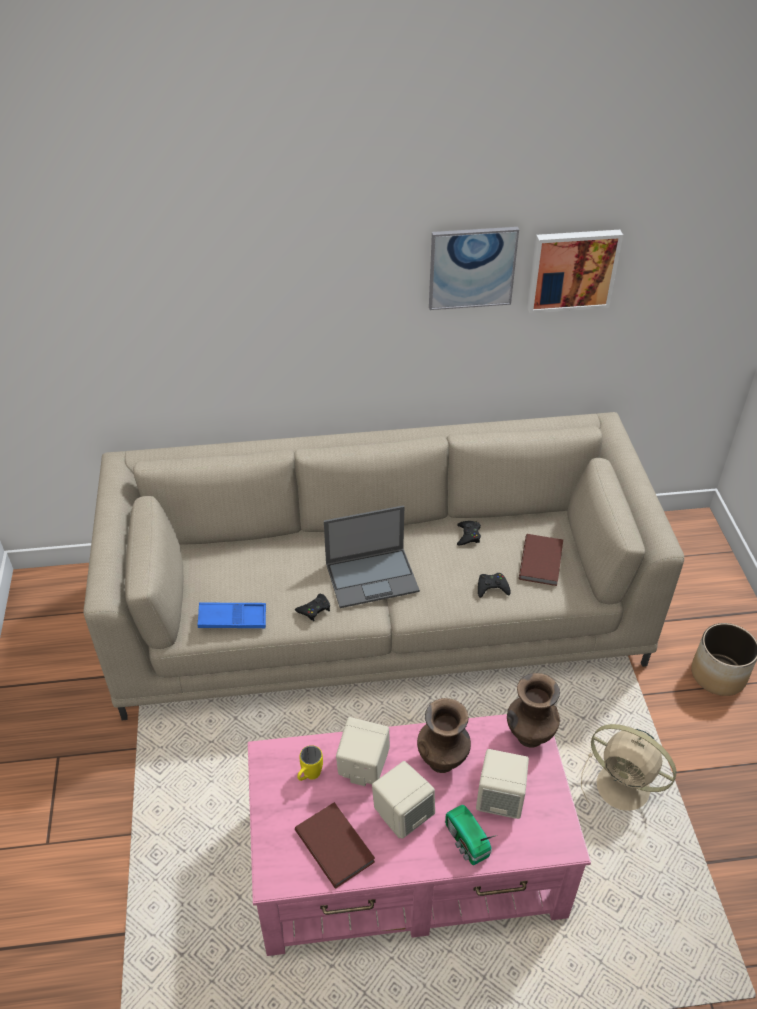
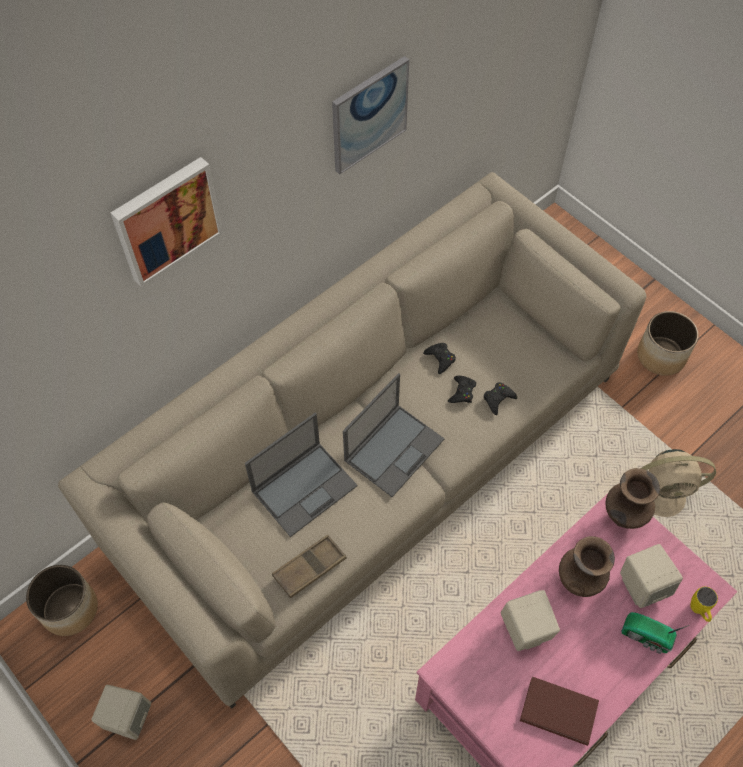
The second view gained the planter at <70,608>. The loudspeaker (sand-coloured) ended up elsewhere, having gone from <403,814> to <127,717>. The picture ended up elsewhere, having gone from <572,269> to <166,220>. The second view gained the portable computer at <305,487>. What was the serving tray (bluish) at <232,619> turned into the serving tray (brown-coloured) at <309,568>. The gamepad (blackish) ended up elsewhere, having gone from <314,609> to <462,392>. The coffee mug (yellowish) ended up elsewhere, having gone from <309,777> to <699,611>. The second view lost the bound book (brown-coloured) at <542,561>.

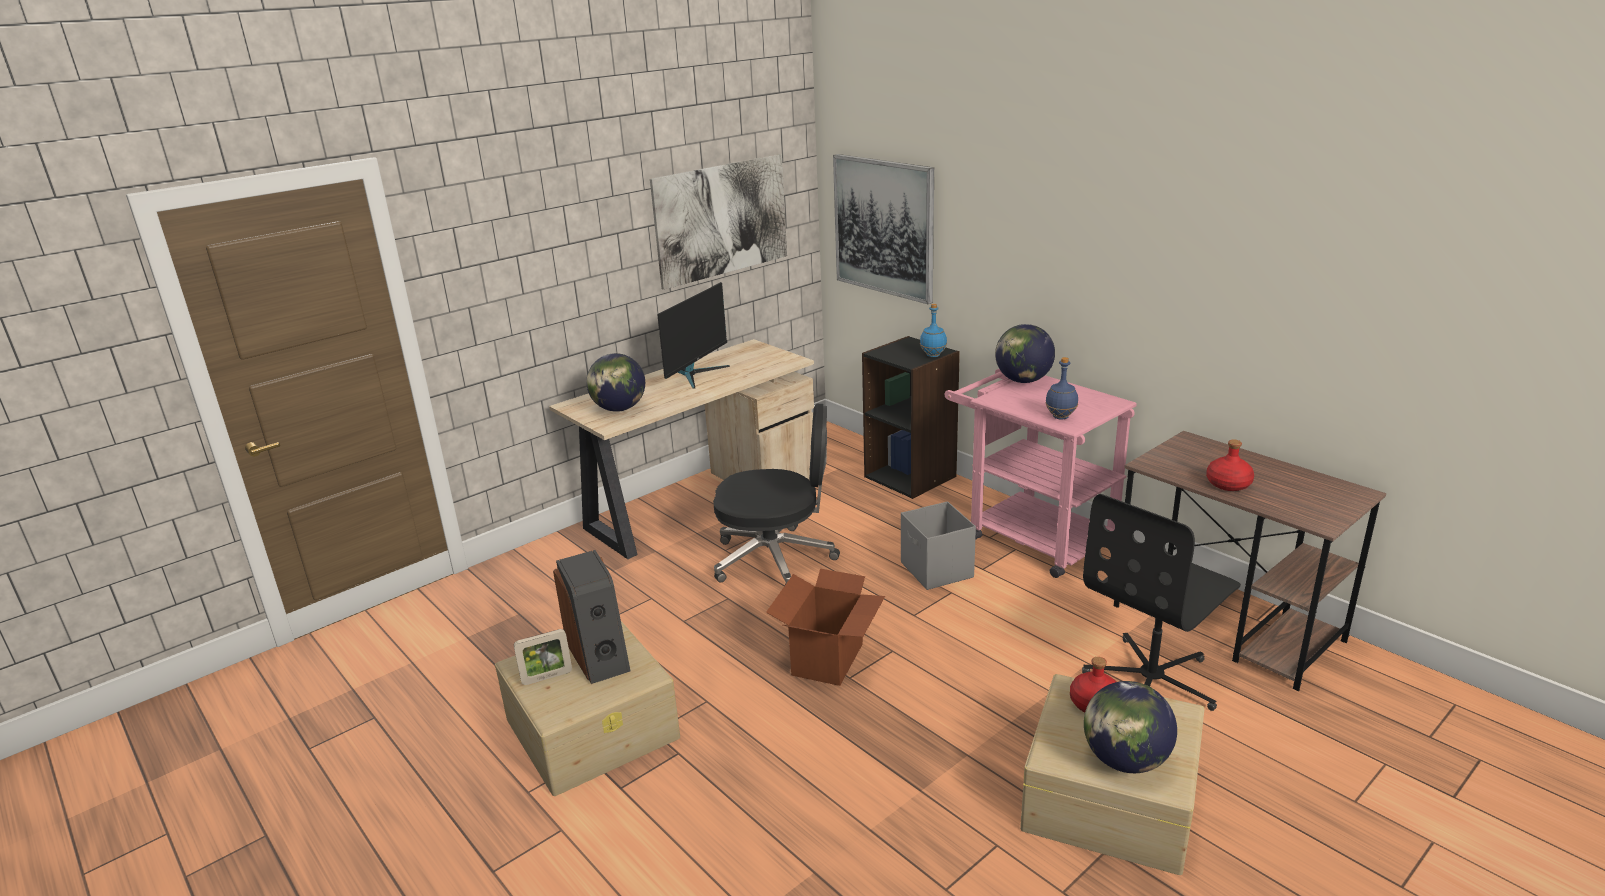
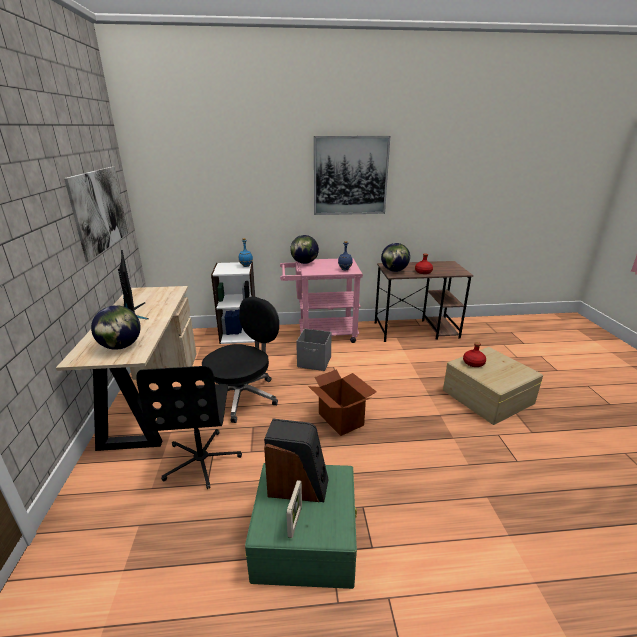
The office chair (blackish) ended up elsewhere, having gone from <1152,680> to <202,459>. What was the bookcase (blackish) at <911,476> turned into the bookcase (whitish) at <239,334>. What was the storage container (sand-coloured) at <593,728> turned into the storage container (green-coloured) at <305,536>. The picture ended up elsewhere, having gone from <884,227> to <350,176>. The world globe ended up elsewhere, having gone from <1125,760> to <394,271>.

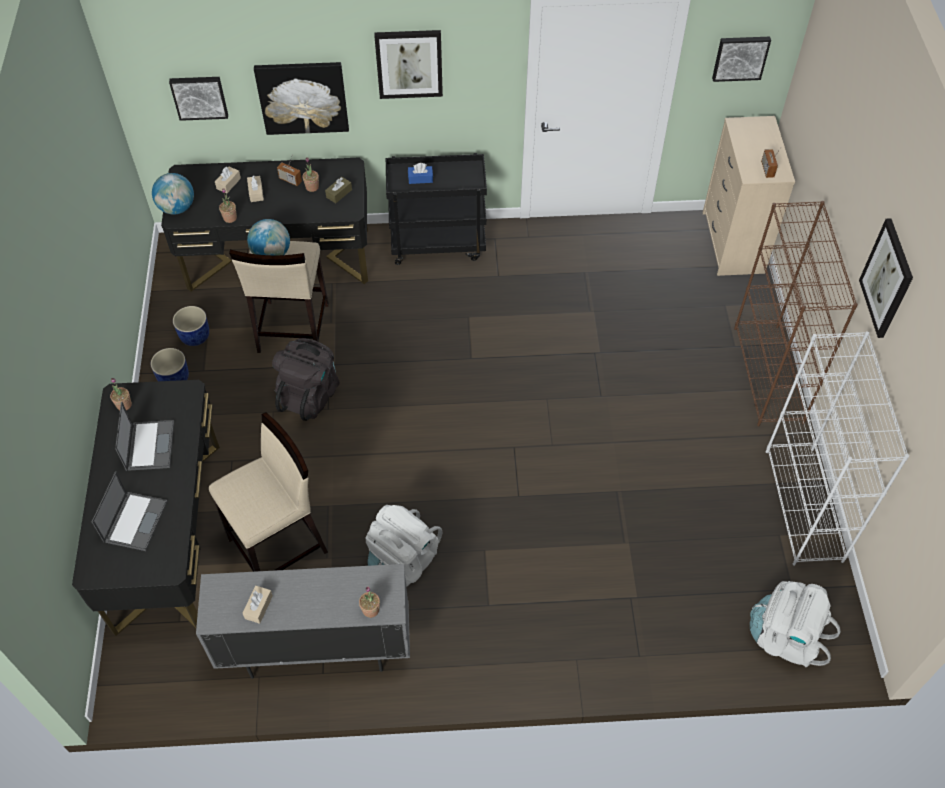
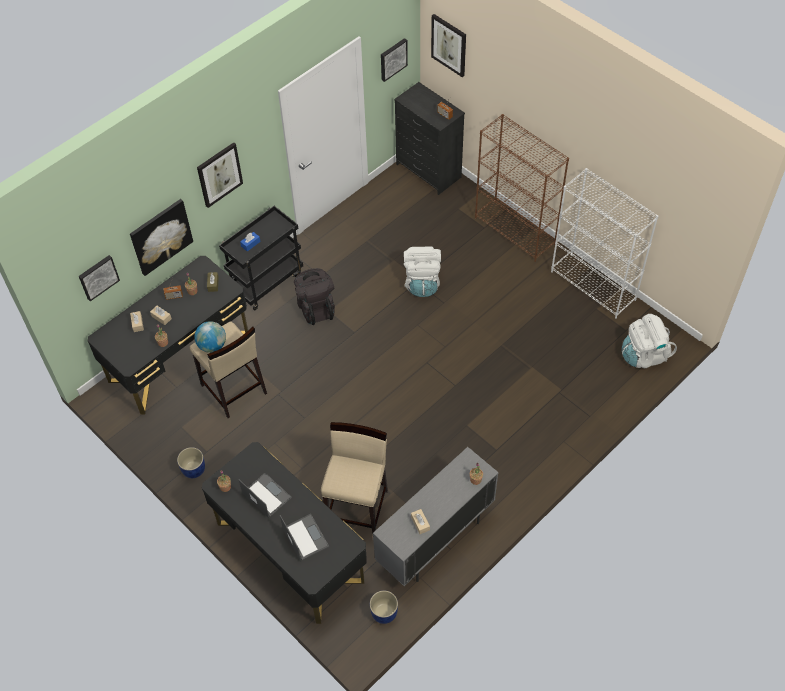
The rucksack (blackish) ended up elsewhere, having gone from <310,394> to <316,307>. The planter (bluish) ended up elsewhere, having gone from <195,336> to <384,613>. What was the dresser (sand-coloured) at <732,242> turned into the dresser (blackish) at <428,171>. The rucksack (whitish) ended up elsewhere, having gone from <403,561> to <422,282>. The picture ended up elsewhere, having gone from <887,278> to <449,45>. The second view lost the world globe at <177,208>.

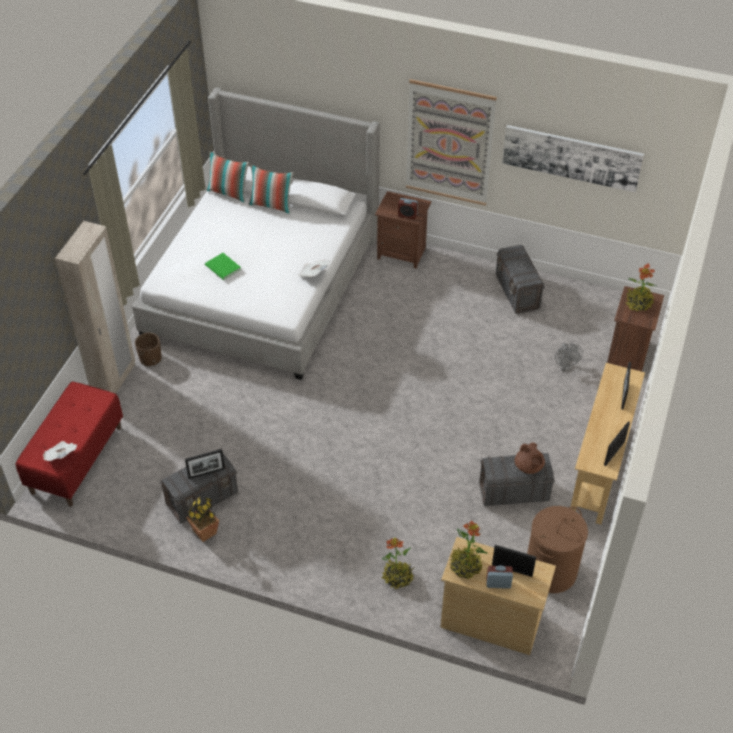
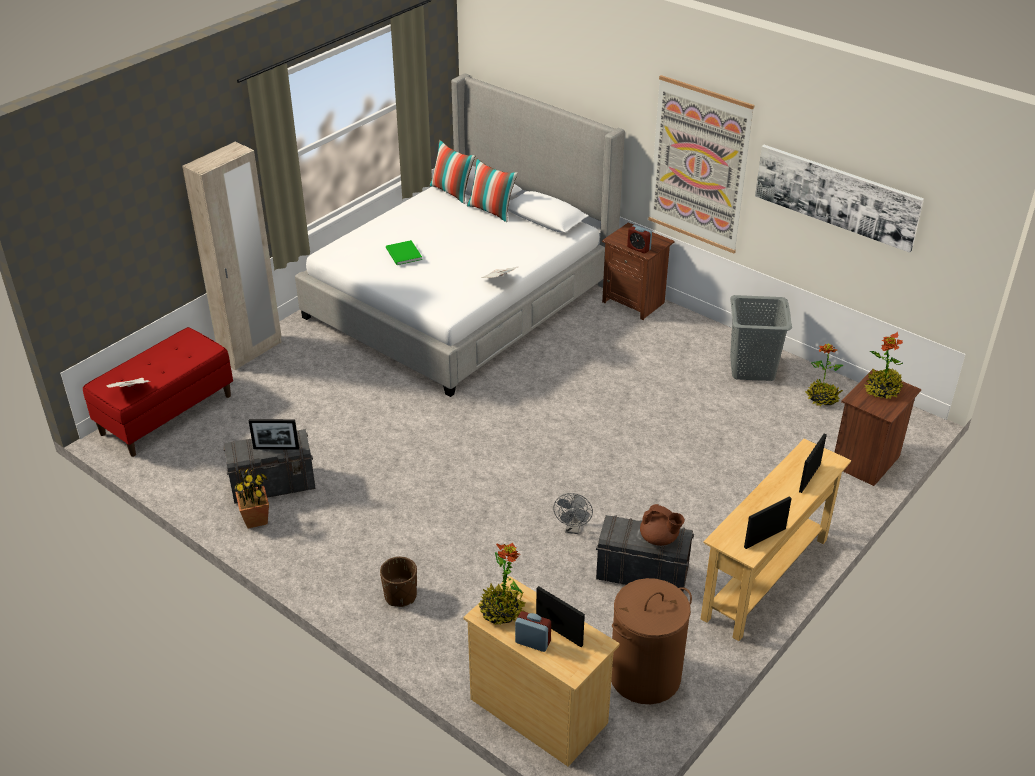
The planter (brown-coloured) ended up elsewhere, having gone from <150,358> to <400,596>. The fan (grey) ended up elsewhere, having gone from <565,367> to <573,528>. The teapot (brown-coloured) at <529,467> ended up facing another way, 60 degrees counterclockwise from before. Where the storage container (grey) stood at <517,292>, the laundry basket (grey) came to stand at <752,368>. The houseplant ended up elsewhere, having gone from <397,577> to <822,398>.

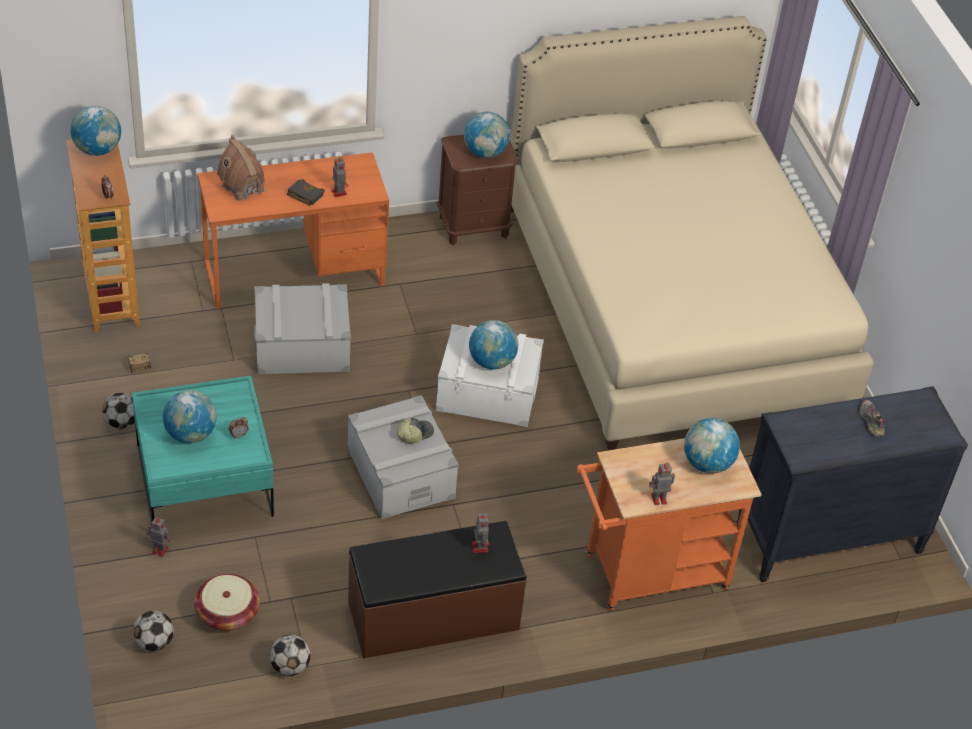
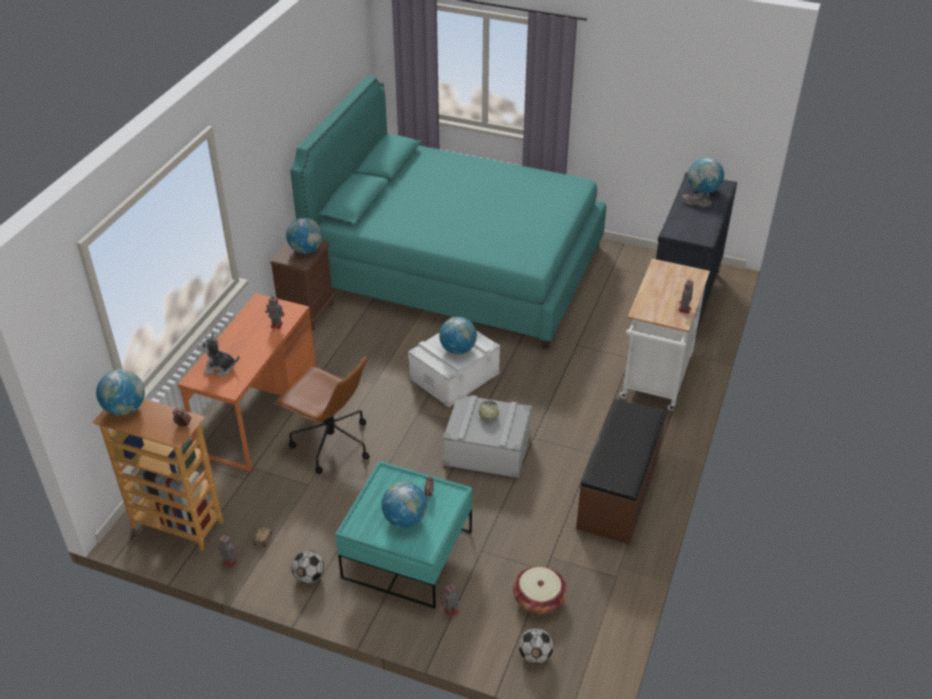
Where the toy house stood at <243,188>, the cuddly toy came to stand at <220,368>. The toy robot ended up elsewhere, having gone from <479,546> to <229,562>. Where the storage container (grey) stood at <302,346>, the office chair (brown-coloured) came to stand at <330,443>. What was the sleeping bed (sand-coloured) at <672,304> turned into the sleeping bed (blue-green) at <457,267>. What was the cart (orange) at <647,574> turned into the cart (whitish) at <655,381>. The world globe ended up elsewhere, having gone from <707,463> to <703,190>. The second view lost the ball for football at <290,666>. The second view lost the bound book (blackish) at <304,195>.

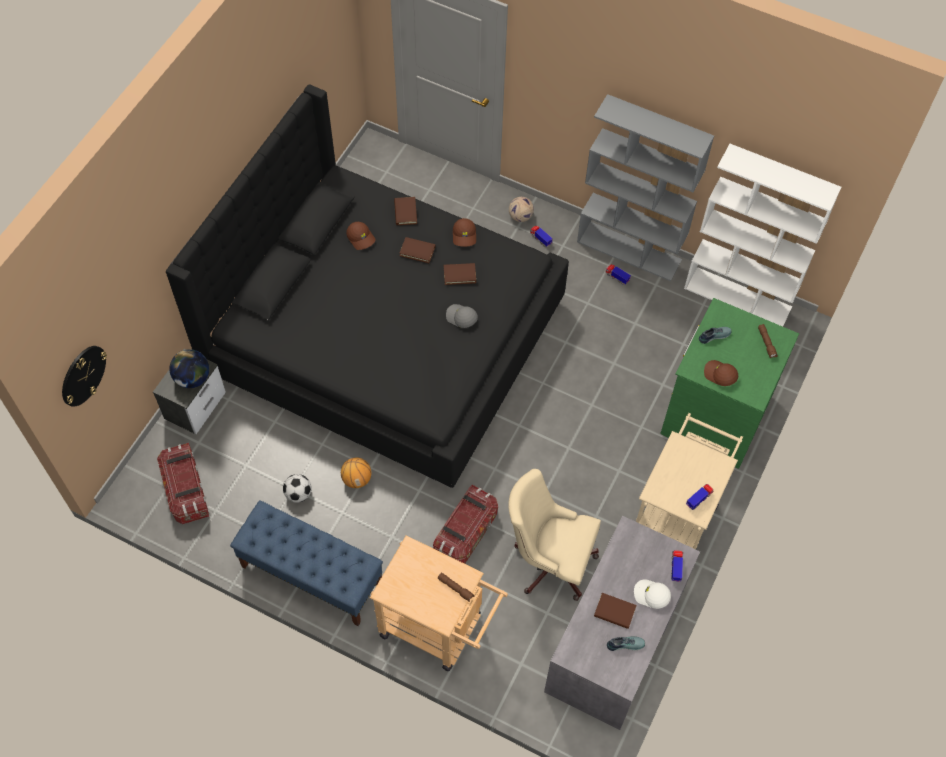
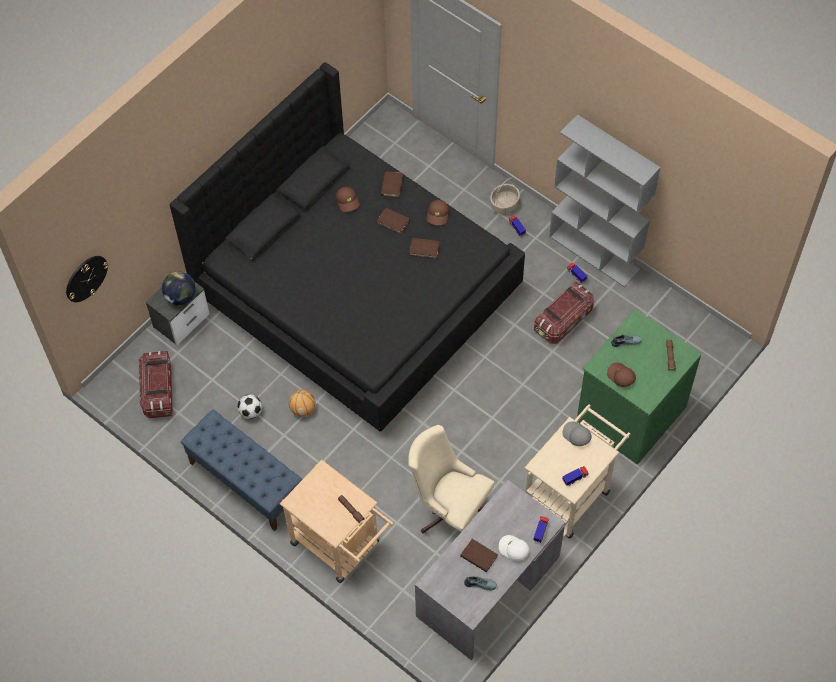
Where the ball for football stood at <520,217>, the storage basket came to stand at <504,205>. The storage container ended up elsewhere, having gone from <466,533> to <564,320>. The cap (grey) ended up elsewhere, having gone from <461,318> to <576,435>. The second view lost the bookcase (whitish) at <738,297>.

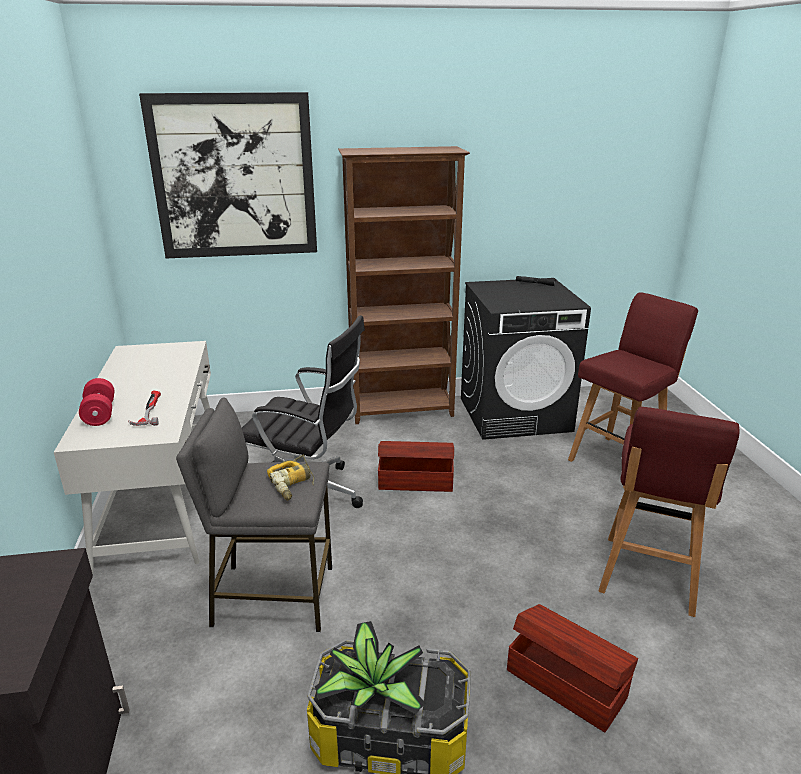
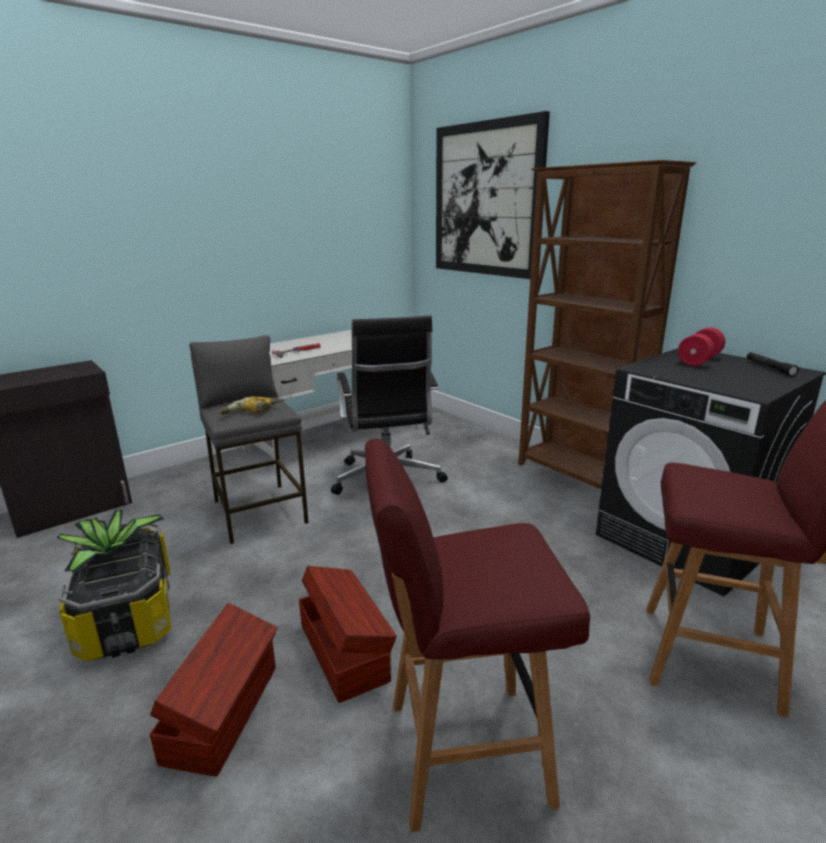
The storage container (brown-coloured) ended up elsewhere, having gone from <415,480> to <345,650>. The dumbbell (reddish) ended up elsewhere, having gone from <100,414> to <699,360>.

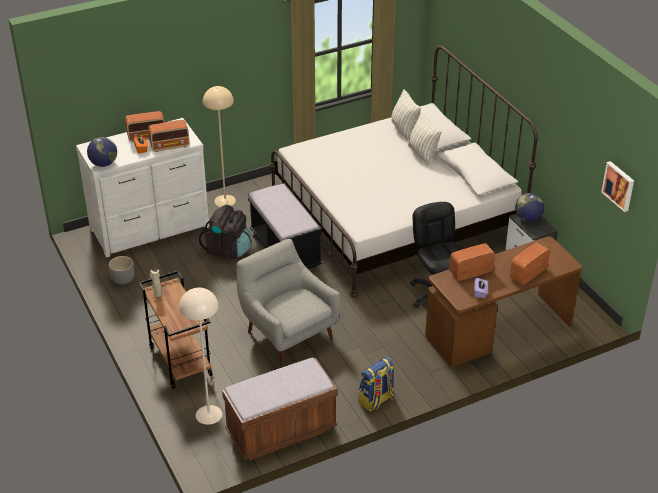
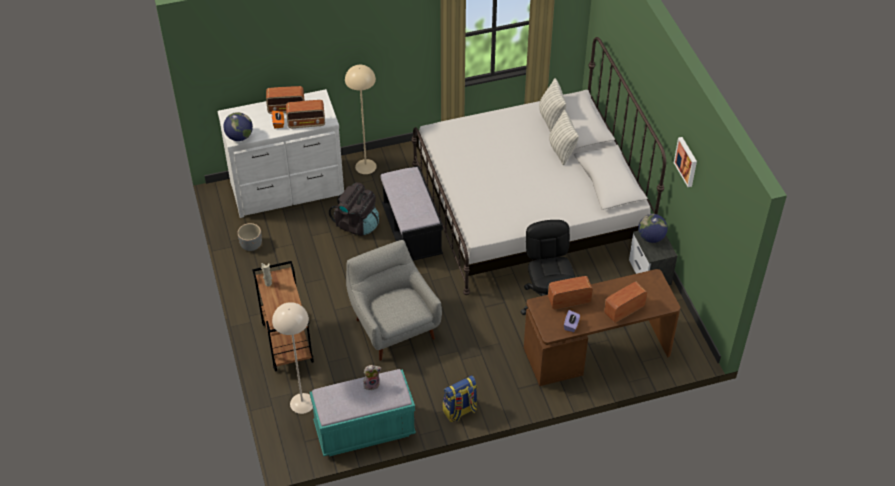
What was the indoor bench (brown-coloured) at <281,431> turned into the indoor bench (blue-green) at <364,430>. The second view gained the cuddly toy at <372,384>. The picture ended up elsewhere, having gone from <619,186> to <687,161>.

